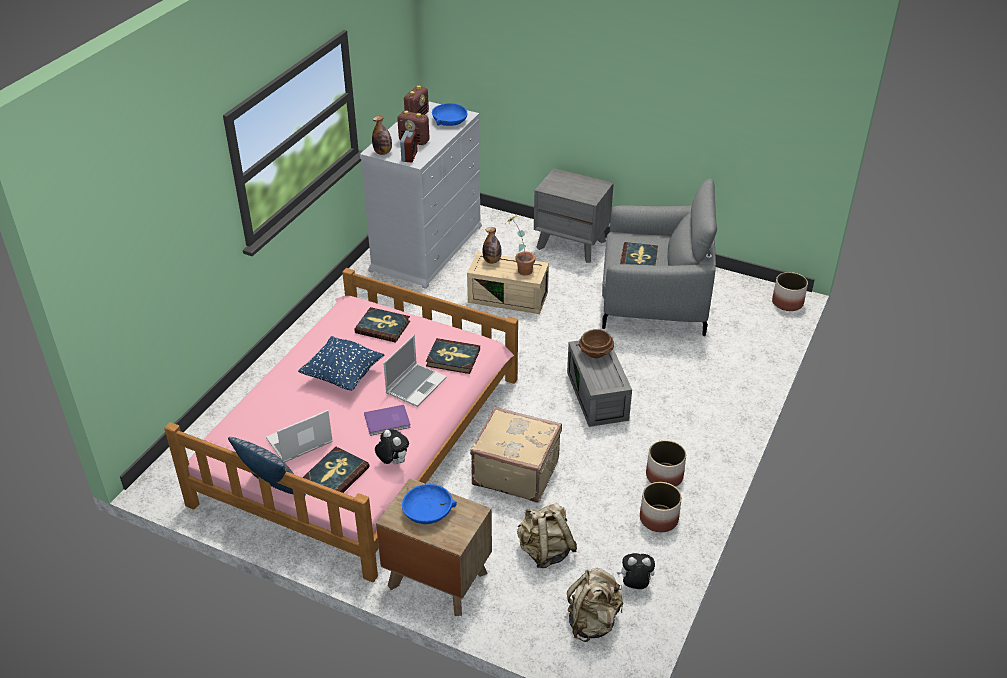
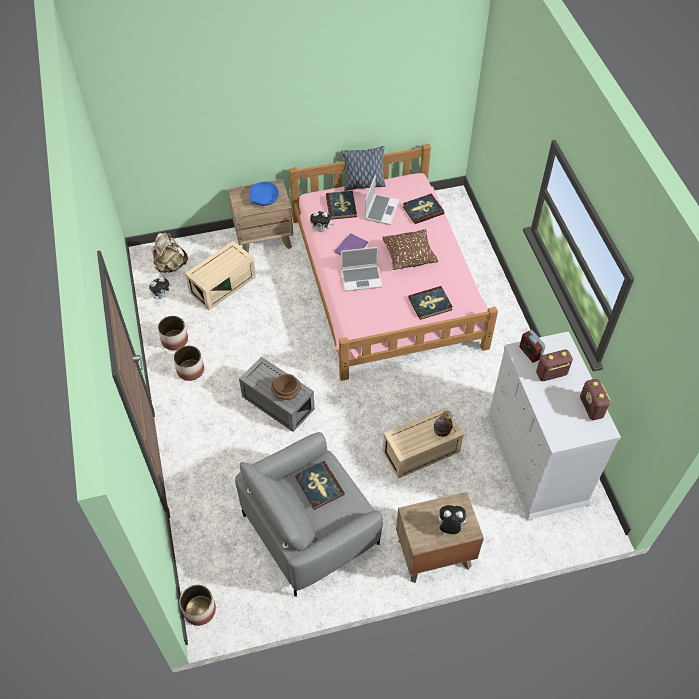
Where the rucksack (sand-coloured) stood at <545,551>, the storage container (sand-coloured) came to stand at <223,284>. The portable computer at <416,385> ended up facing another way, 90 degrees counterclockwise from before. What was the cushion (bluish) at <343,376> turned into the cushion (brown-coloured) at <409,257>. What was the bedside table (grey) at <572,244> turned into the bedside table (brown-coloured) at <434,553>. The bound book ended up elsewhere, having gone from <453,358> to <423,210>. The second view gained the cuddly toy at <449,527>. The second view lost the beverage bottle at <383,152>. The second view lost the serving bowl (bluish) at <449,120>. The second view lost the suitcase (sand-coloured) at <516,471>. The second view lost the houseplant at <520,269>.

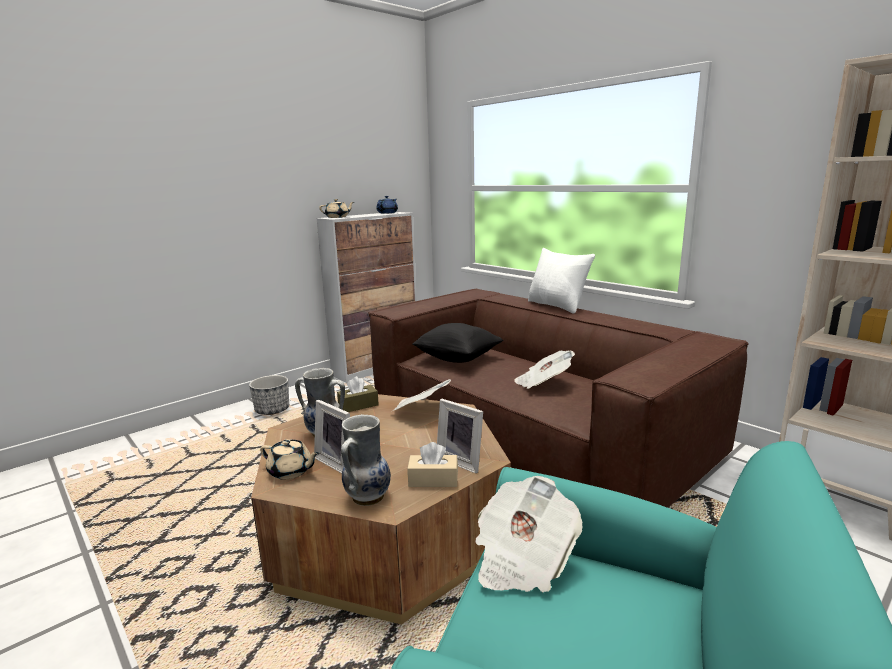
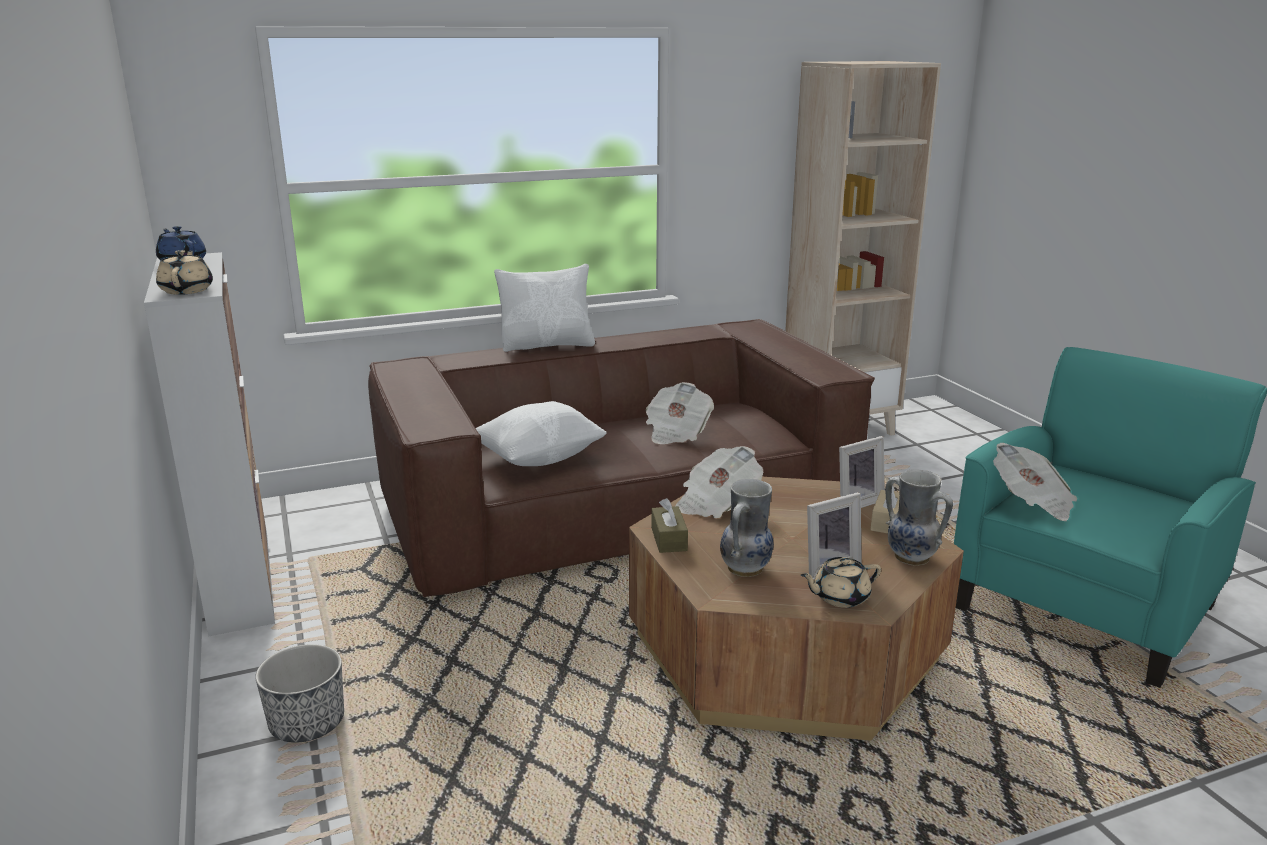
What was the cushion (blackish) at <457,359> turned into the cushion (whitish) at <539,458>. The teapot (sand-coloured) at <291,471> ended up facing another way, 150 degrees counterclockwise from before.

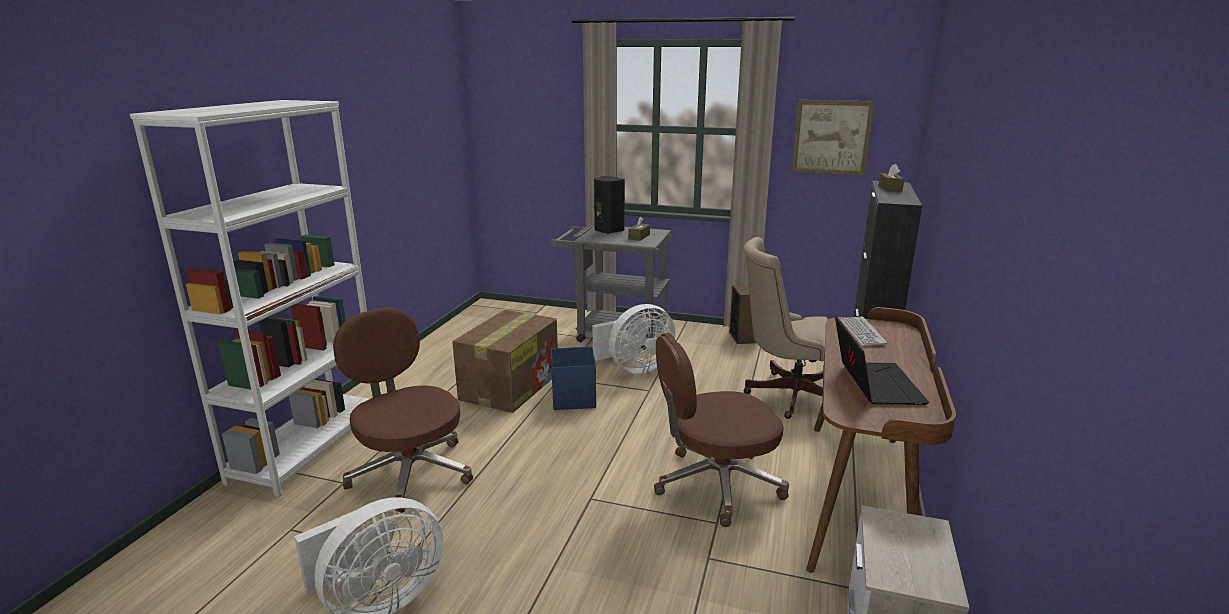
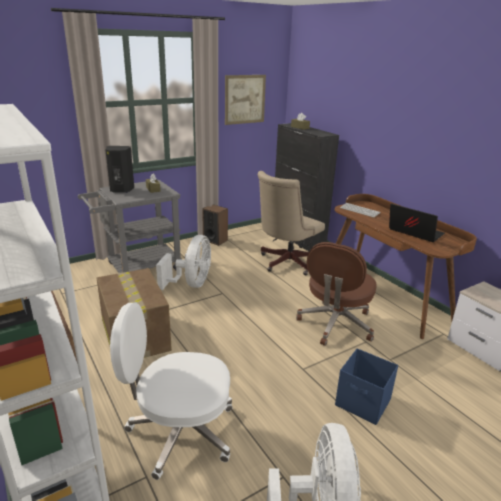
What was the office chair (brown-coloured) at <410,472> turned into the office chair (whitish) at <180,432>. The storage container (bluish) ended up elsewhere, having gone from <573,399> to <363,403>.

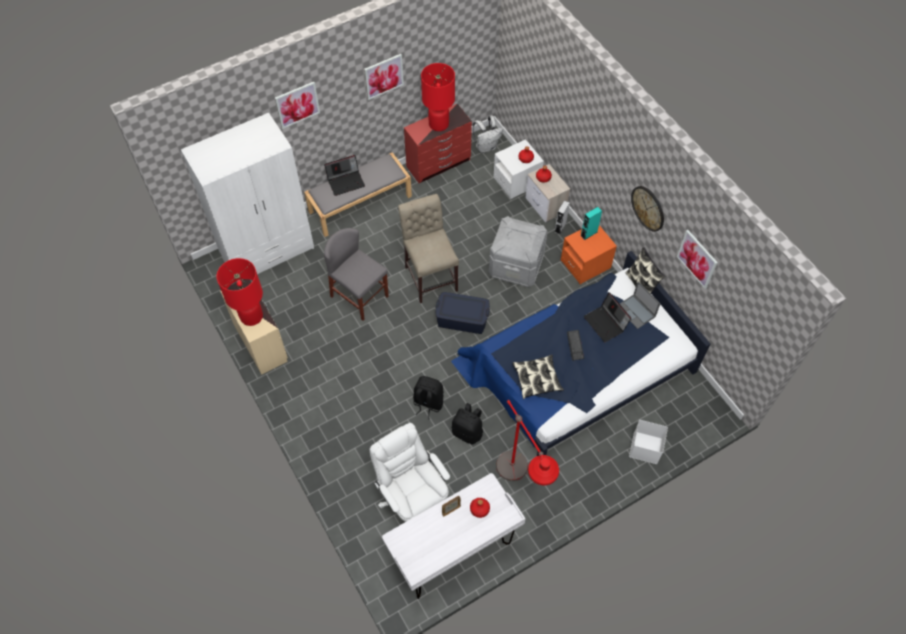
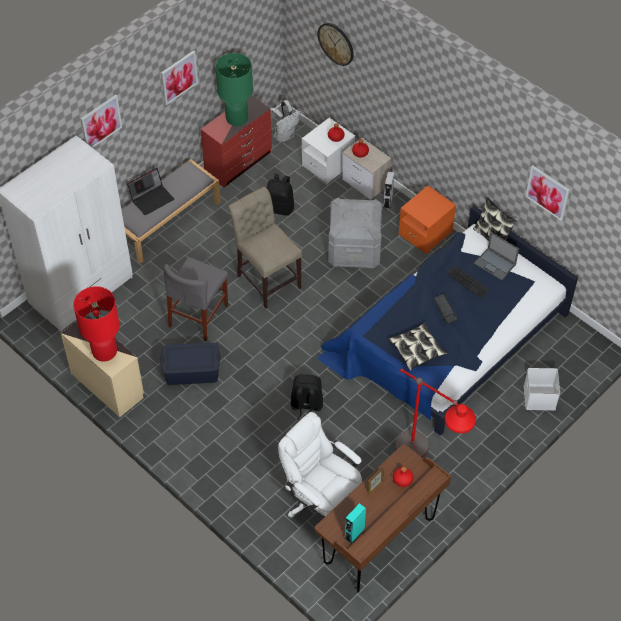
The storage container (bluish) ended up elsewhere, having gone from <462,319> to <191,371>. The upright chair (grey) at <359,296> ended up facing another way, 90 degrees counterclockwise from before. What was the lamp for a table (reddish) at <438,124> turned into the lamp for a table (green-coloured) at <236,119>. The rucksack (blackish) ended up elsewhere, having gone from <468,432> to <280,207>. What was the desk unit (whitish) at <453,553> turned into the desk unit (brown-coloured) at <379,542>. The wall clock ended up elsewhere, having gone from <648,208> to <336,43>. The loudspeaker (blue-green) ended up elsewhere, having gone from <589,233> to <354,534>. Where the portable computer stood at <606,323>, the computer keyboard came to stand at <469,282>.

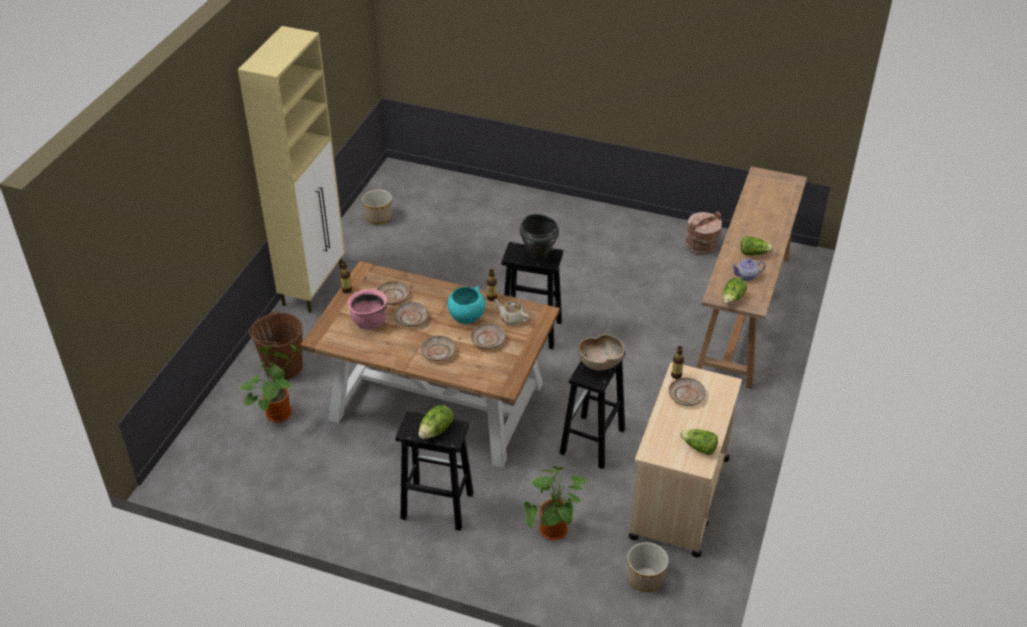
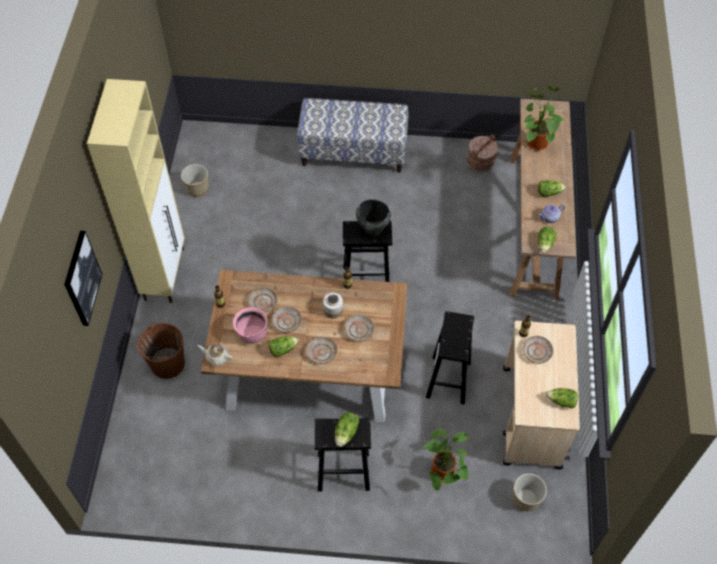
The second view gained the picture at <81,278>. The teapot (sand-coloured) ended up elsewhere, having gone from <512,318> to <216,357>. The second view gained the lettuce at <282,349>. The second view gained the indoor bench at <353,152>. Where the serving bowl (blue-green) stood at <466,317>, the storage jar came to stand at <333,310>. The houseplant ended up elsewhere, having gone from <278,412> to <535,141>. The second view lost the serving bowl (brown-coloured) at <600,363>.

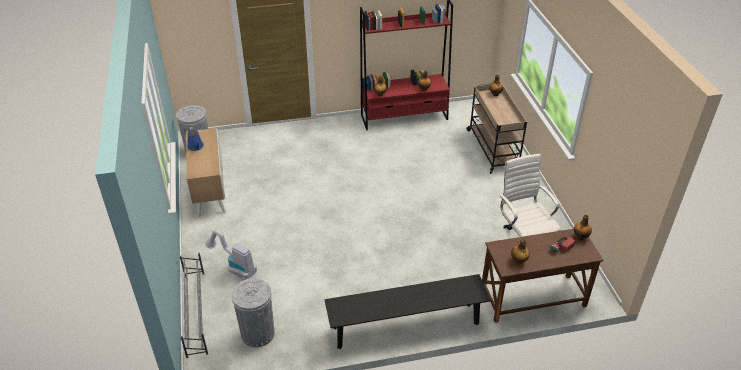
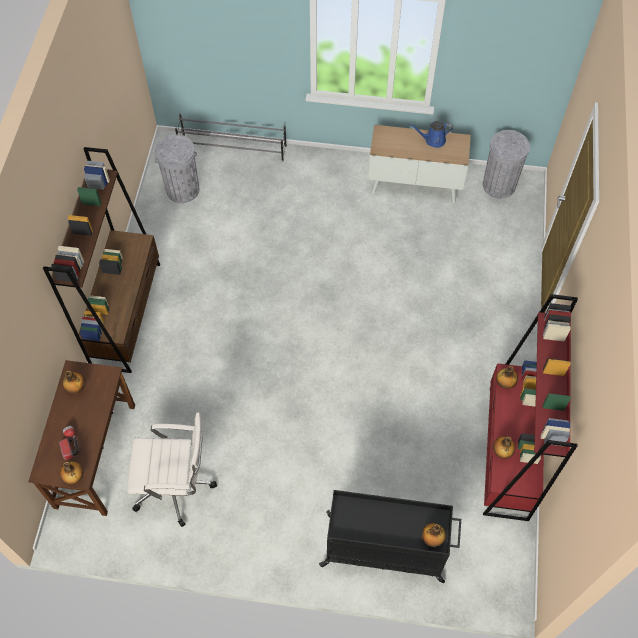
Where the indoor bench (blackish) stood at <406,325>, the bookcase (brown-coloured) came to stand at <126,314>. What was the cart (sand-coloured) at <493,148> turned into the cart (blackish) at <386,549>. The second view lost the vacuum at <234,267>.

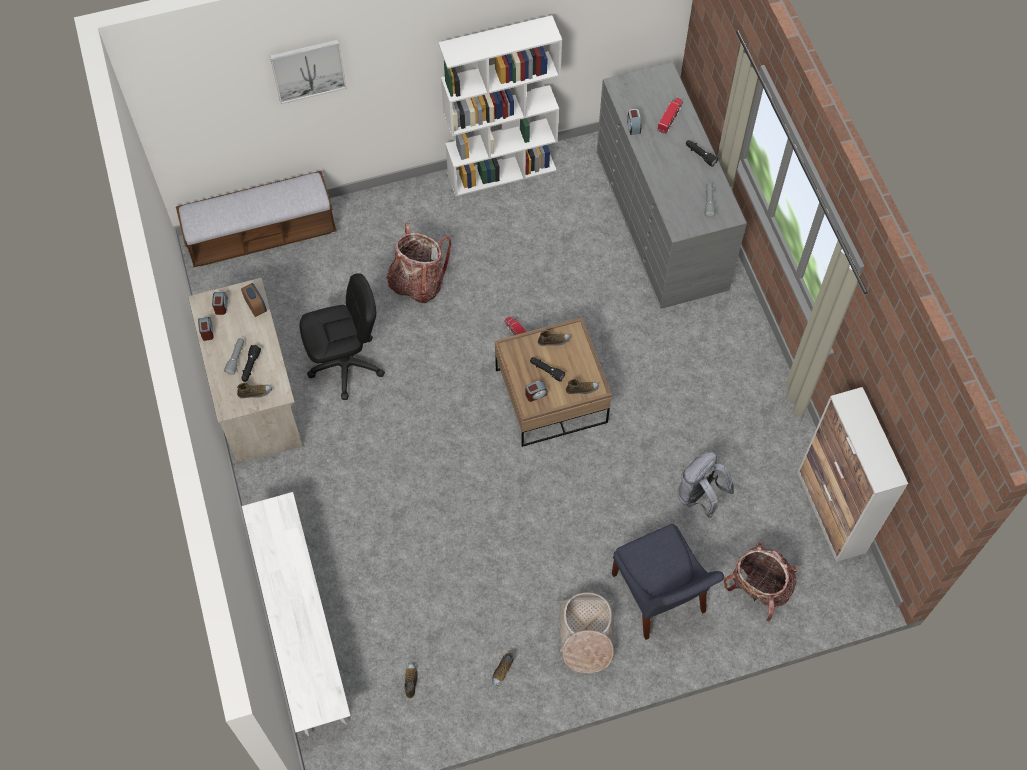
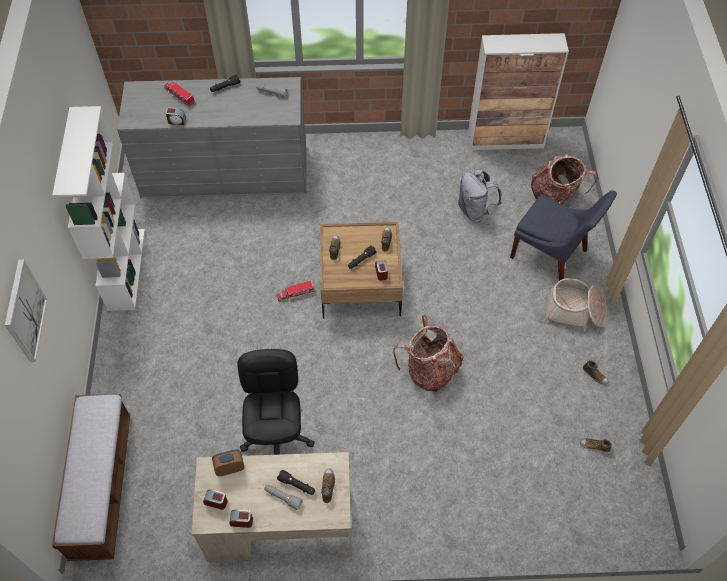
The rucksack ended up elsewhere, having gone from <417,282> to <430,371>. The upright chair (bluish) at <659,597> ended up facing another way, 45 degrees clockwise from before. The second view lost the indoor bench (whitish) at <302,626>.

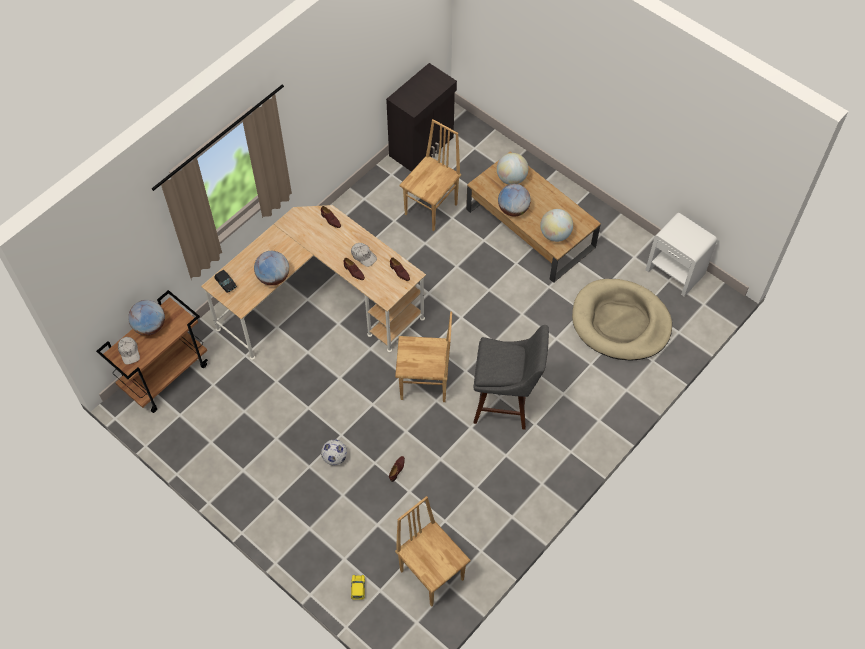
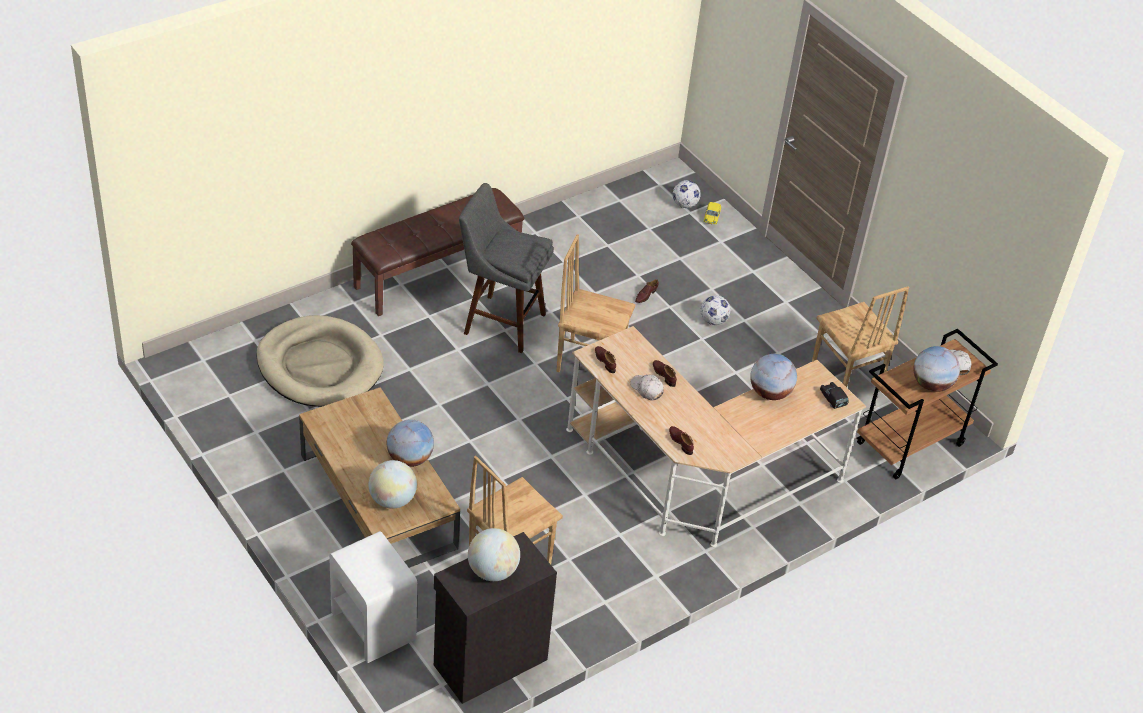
The bedside table (whitish) ended up elsewhere, having gone from <675,272> to <373,625>. The second view gained the indoor bench (brown-coloured) at <437,273>. The world globe ended up elsewhere, having gone from <555,234> to <492,571>. The second view gained the ball for football at <685,205>. The upright chair (brown-coloured) ended up elsewhere, having gone from <432,574> to <844,378>.

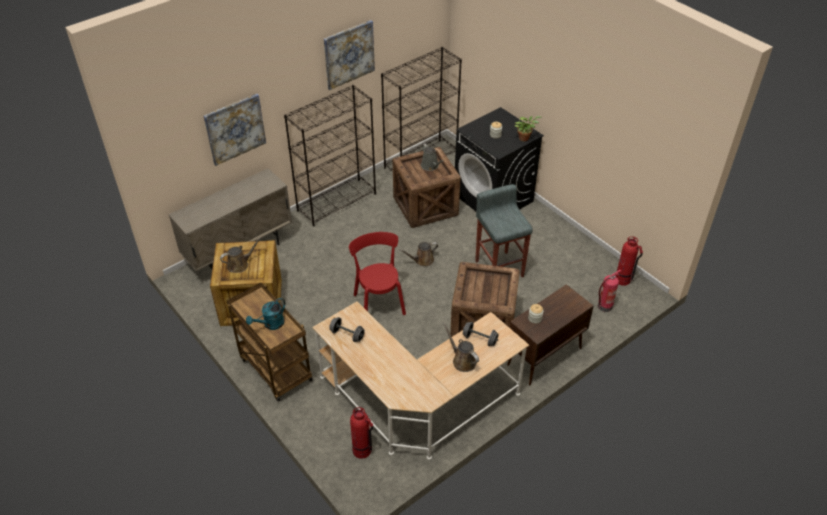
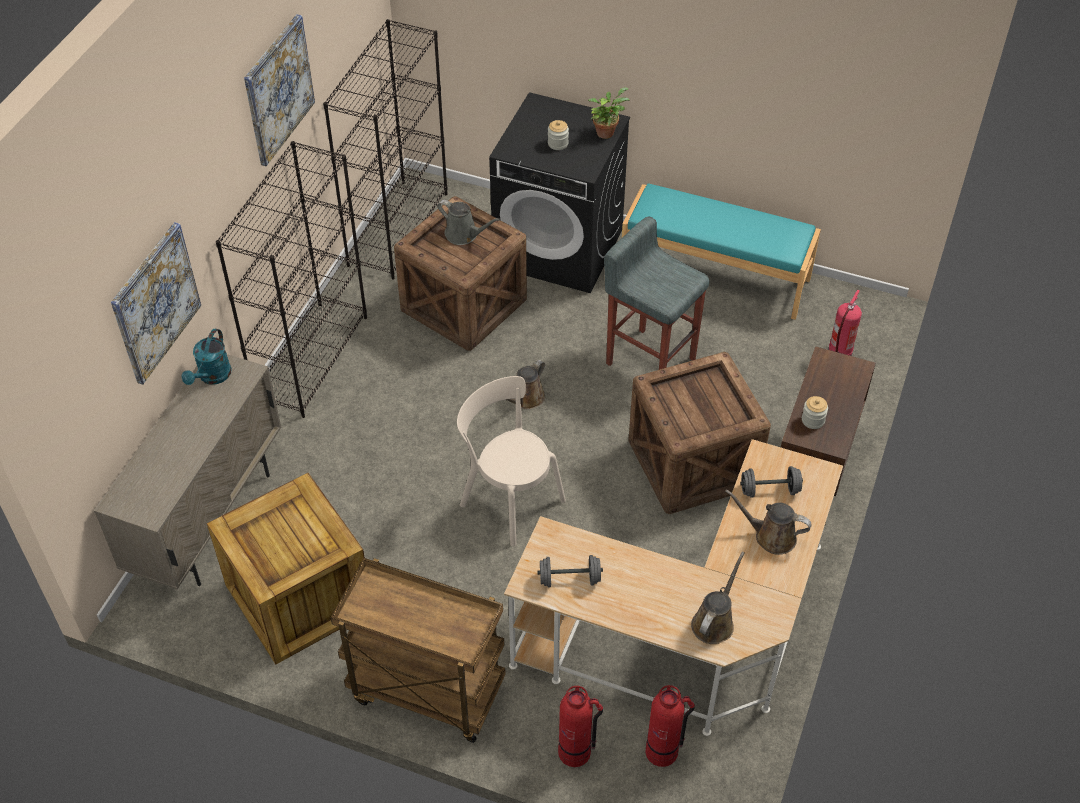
The sprinkling can (blue-green) ended up elsewhere, having gone from <270,324> to <212,377>. What was the upright chair (reddish) at <378,302> turned into the upright chair (sand-coloured) at <509,499>. The fire-fighting cylinder ended up elsewhere, having gone from <622,280> to <575,752>. The second view gained the indoor bench (blue-green) at <715,274>. The sprinkling can (brown-coloured) ended up elsewhere, having gone from <240,265> to <714,622>.

